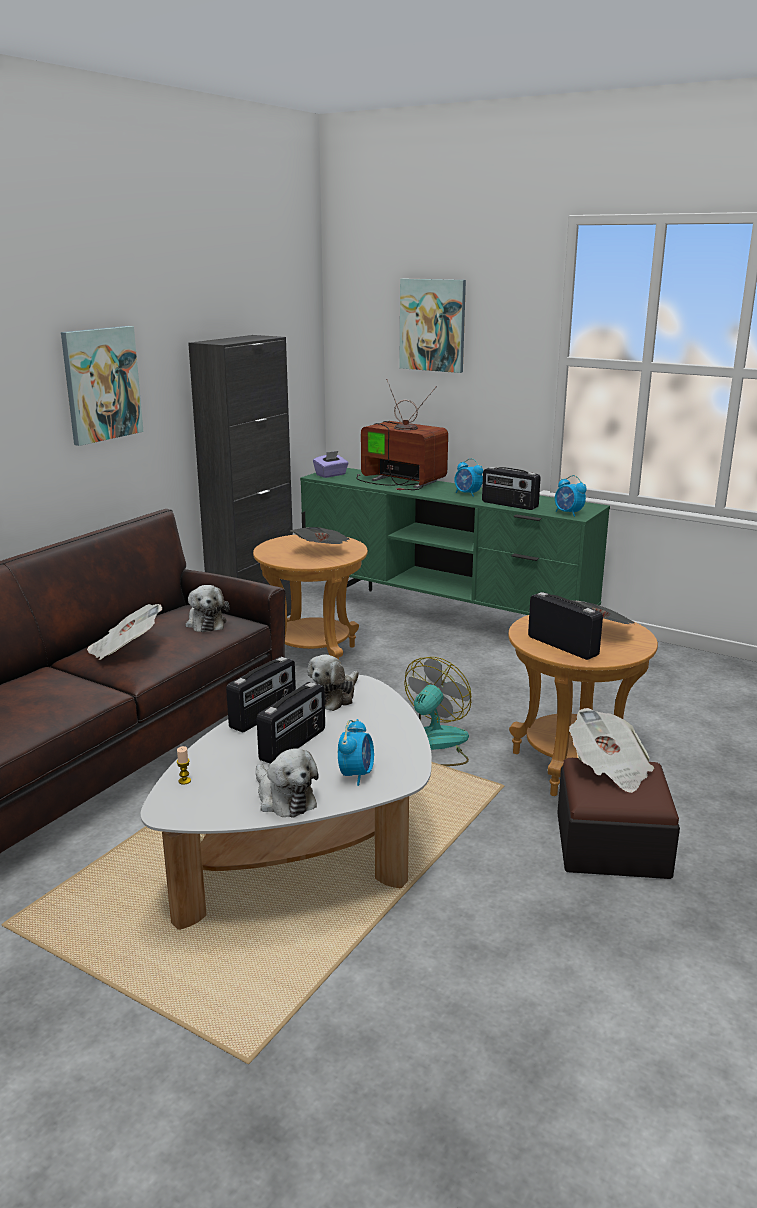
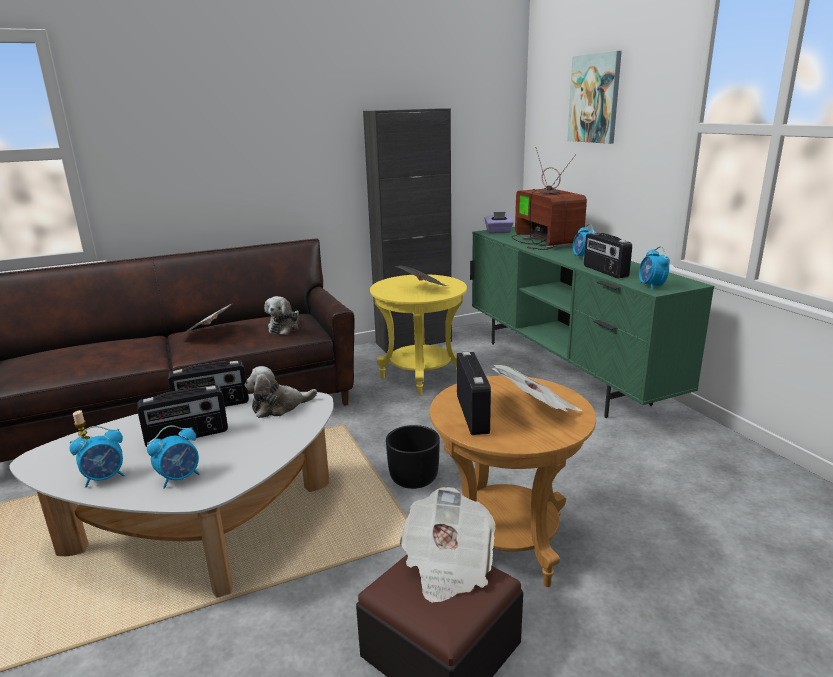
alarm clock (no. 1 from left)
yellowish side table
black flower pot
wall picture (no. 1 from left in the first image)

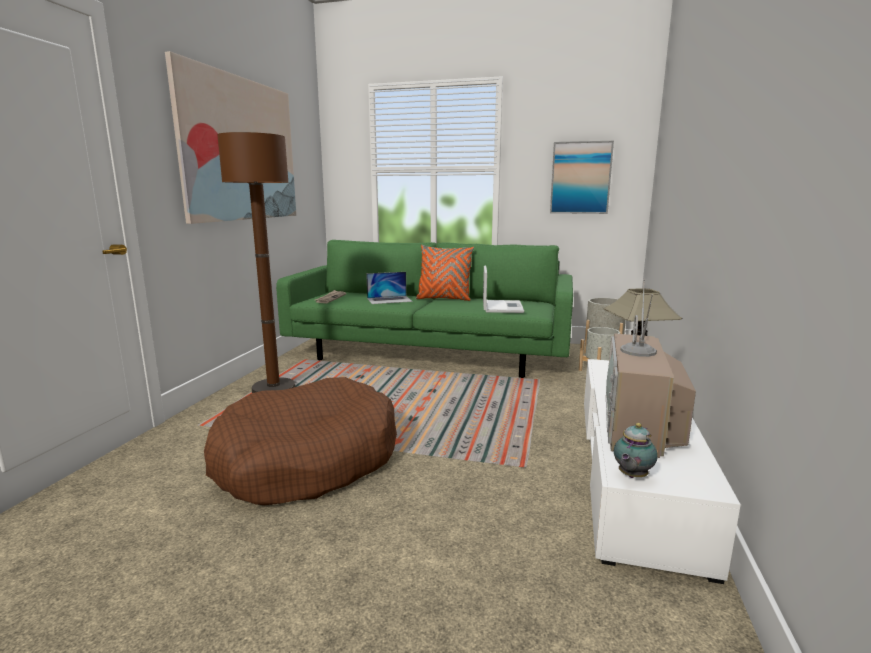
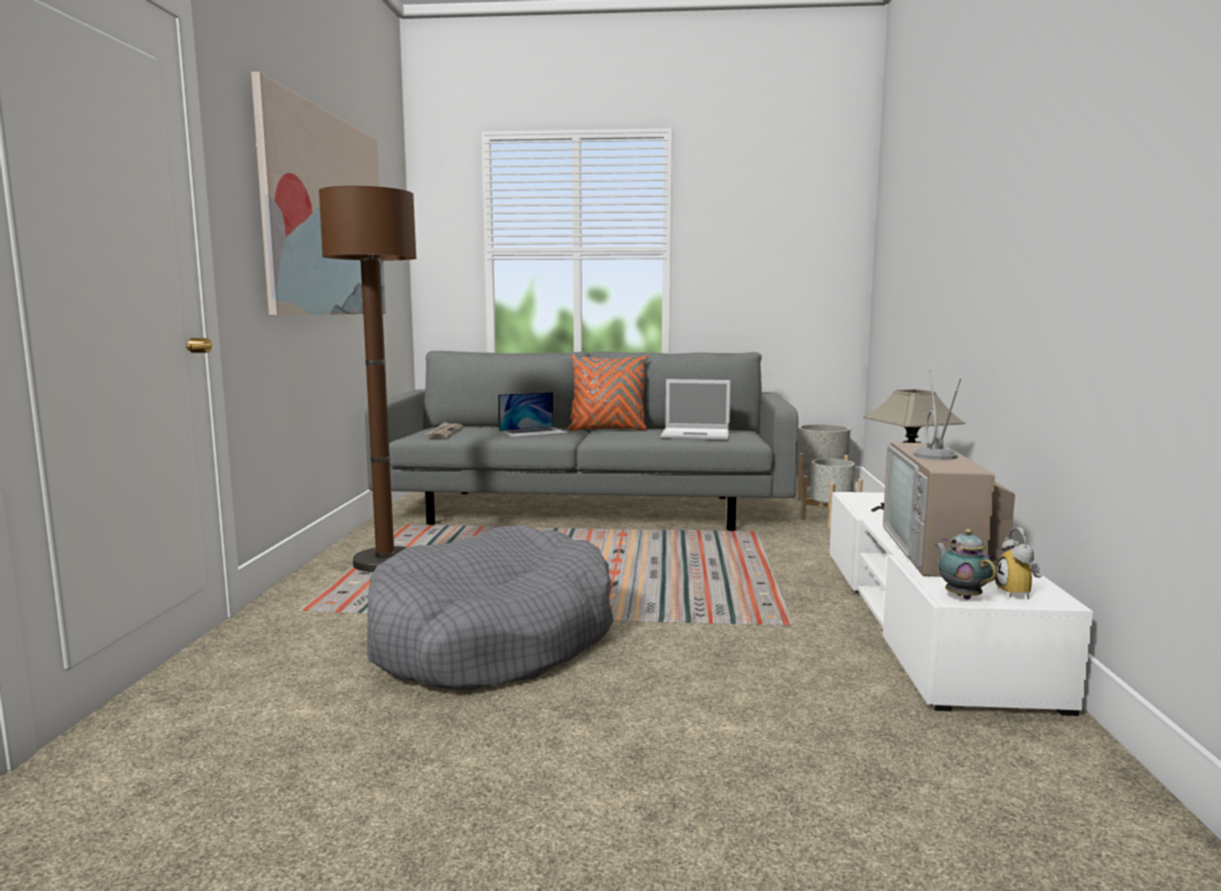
gray settee
gray dog cushion
notebook computer (no. 2 from left)
tea pot
alarm clock
wall picture (no. 2 from left in the first image)

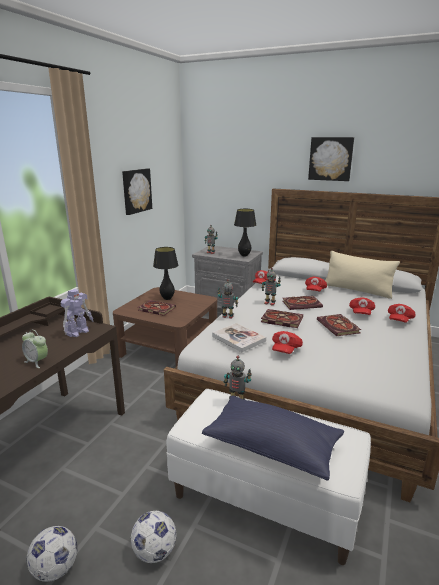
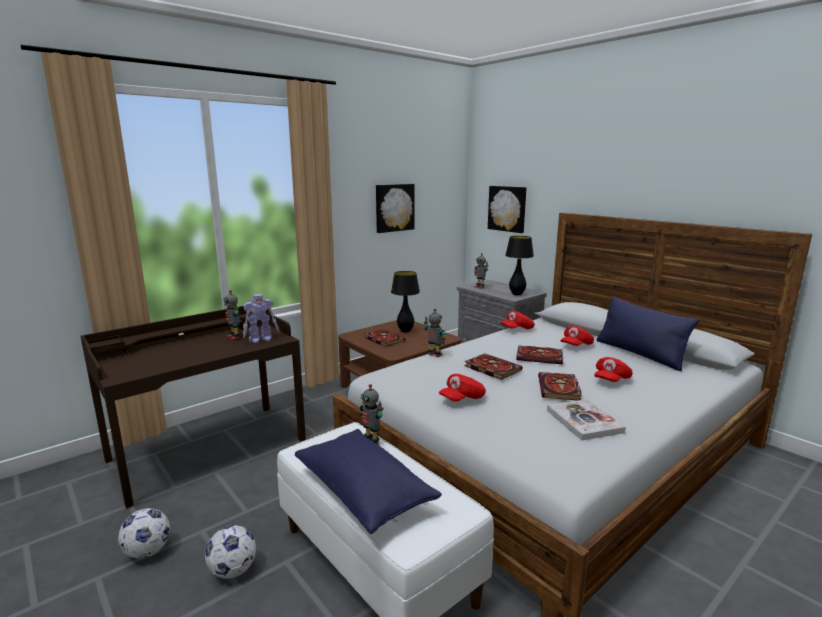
robot figure (no. 1 from left)
wall picture (no. 2 from left)
book (no. 5 from left)
blue-coloured pillow (no. 2 from left)
alarm clock
reddish cap (no. 5 from left in the first image)

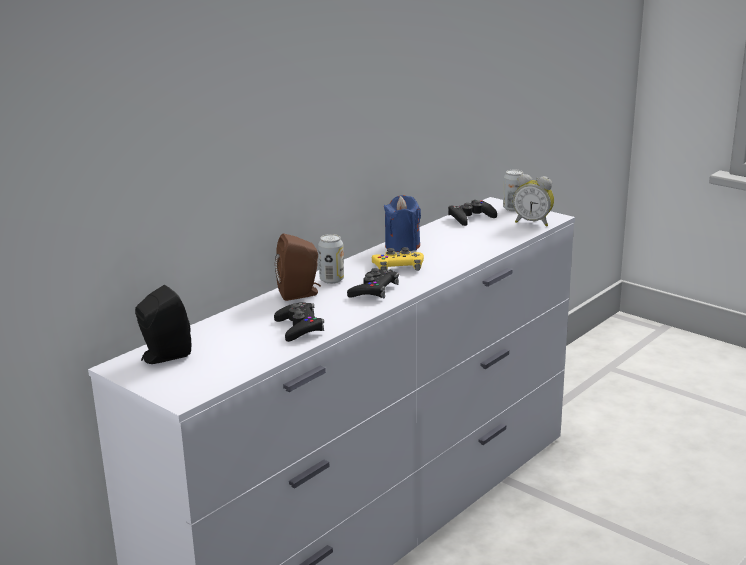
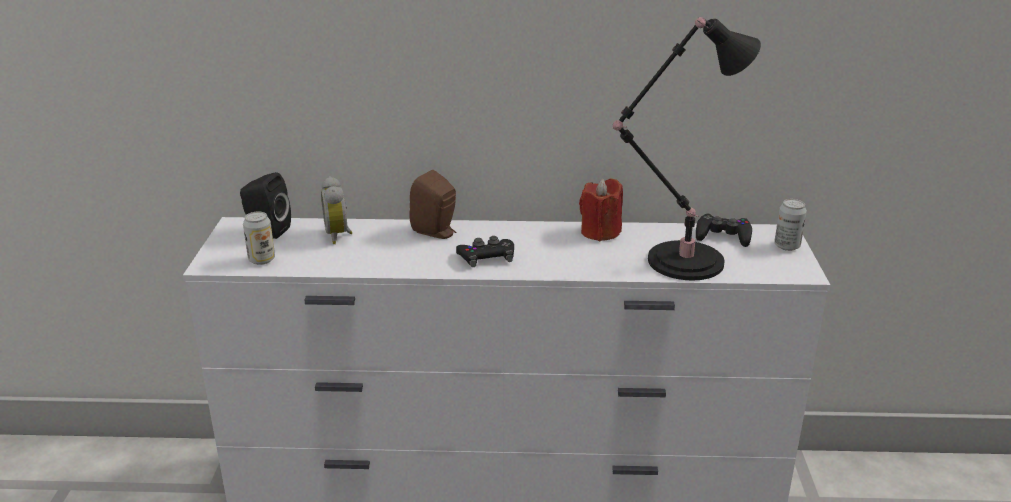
can (no. 1 from left)
alarm clock
reddish wax candle
black tabletop lamp
black gamepad (no. 1 from left in the first image)
yellowish gamepad

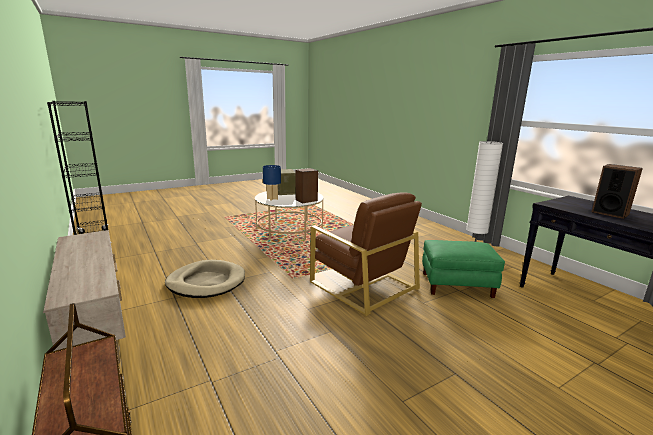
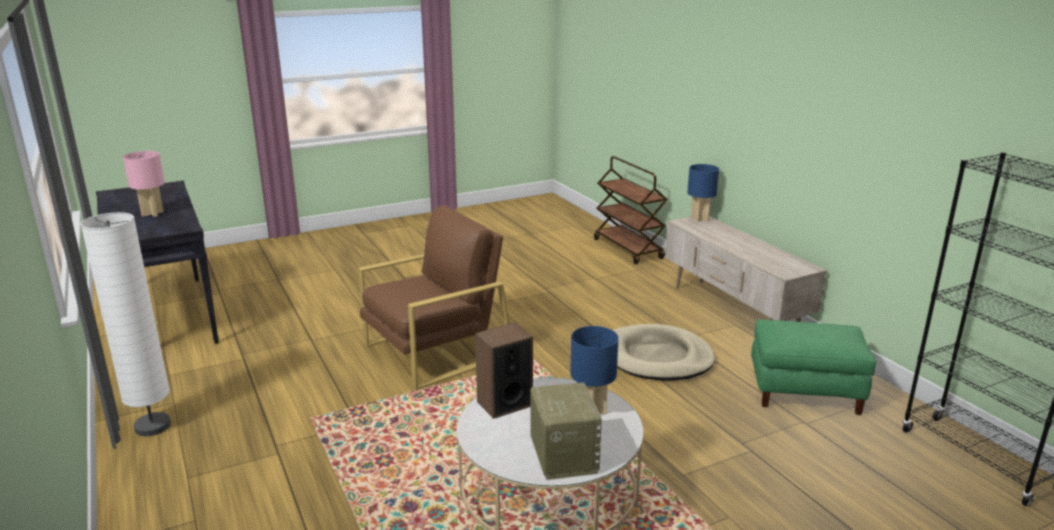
pink-coloured tabletop lamp
brownish armchair
blue-coloured tabletop lamp (no. 2 from left)
greenish pouffe

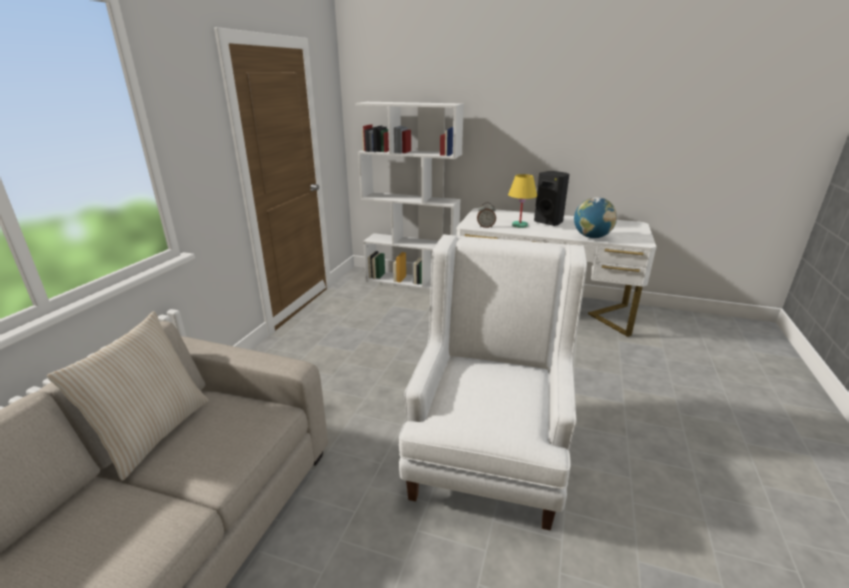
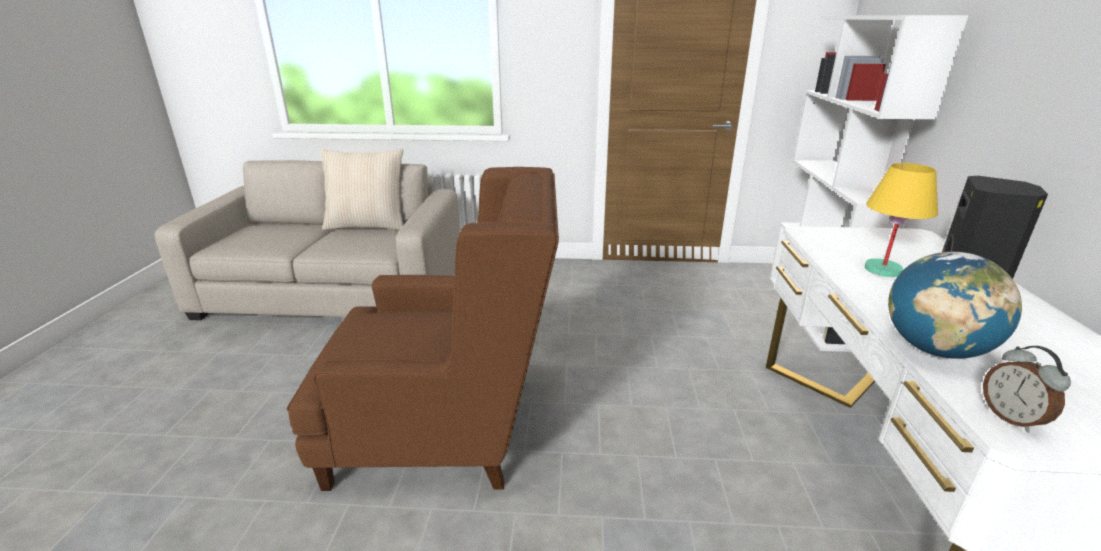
brownish armchair
alarm clock

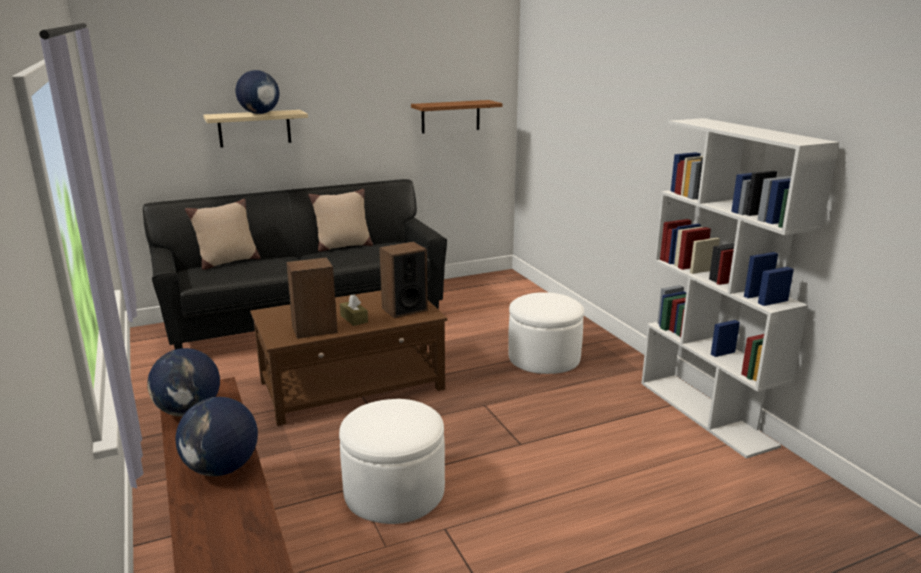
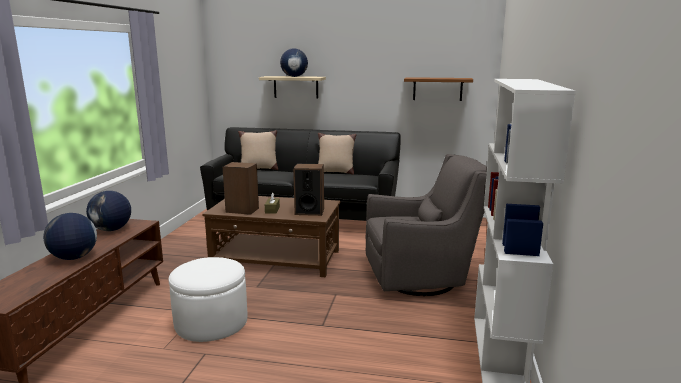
gray armchair

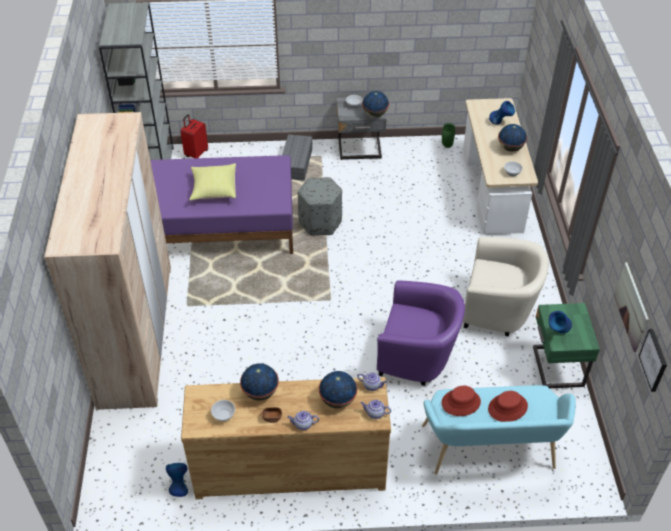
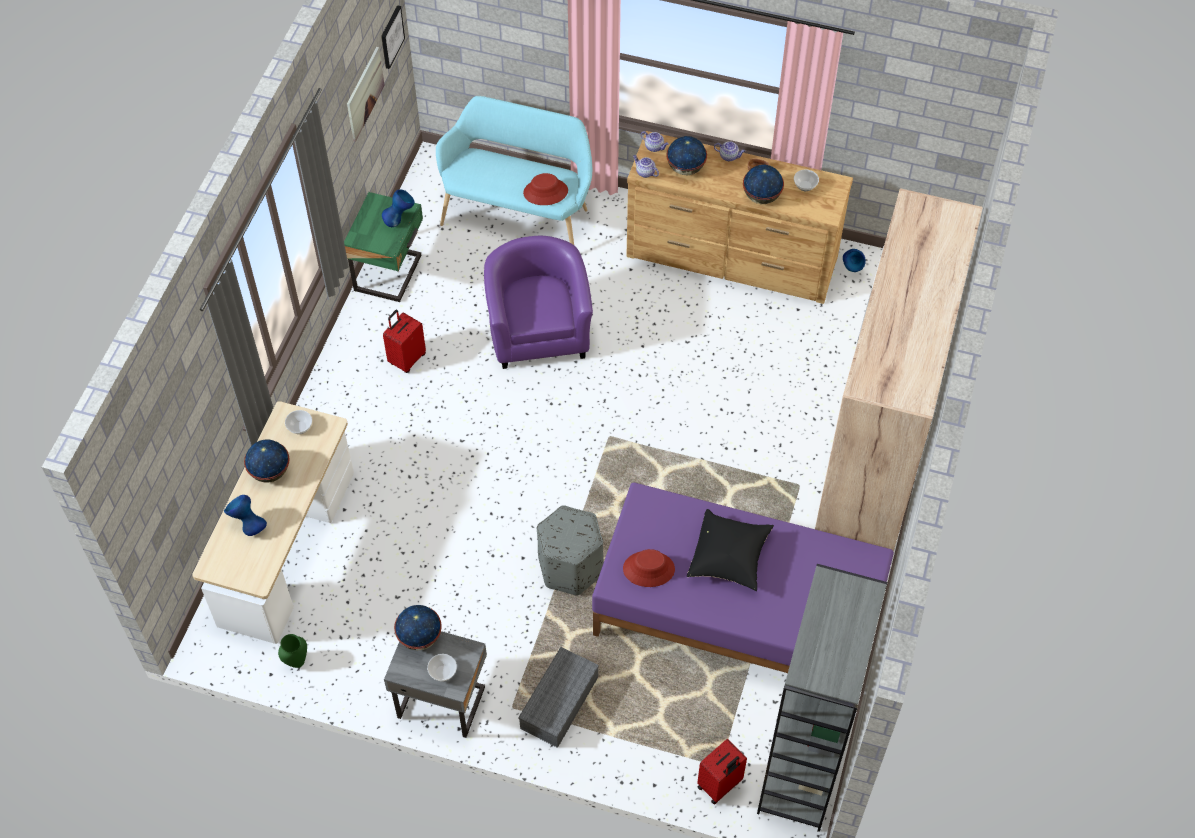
reddish travel case (no. 1 from left)
purple armchair
reddish clothing hat (no. 2 from left)
black pillow

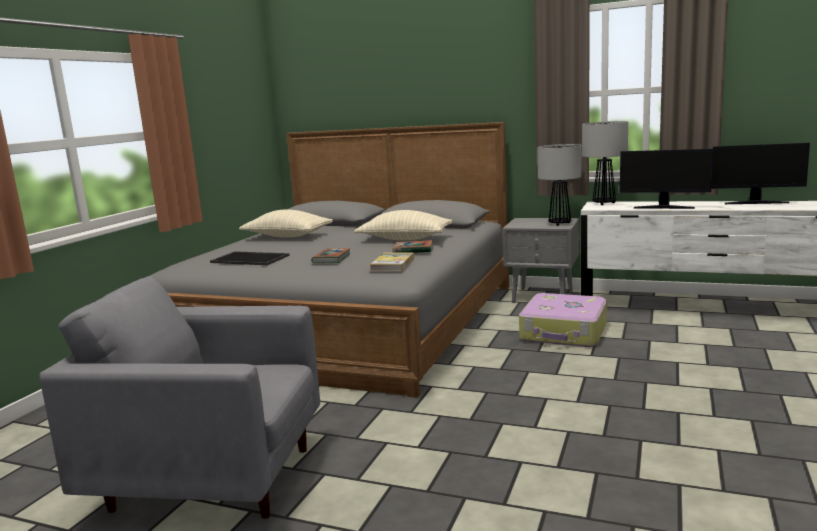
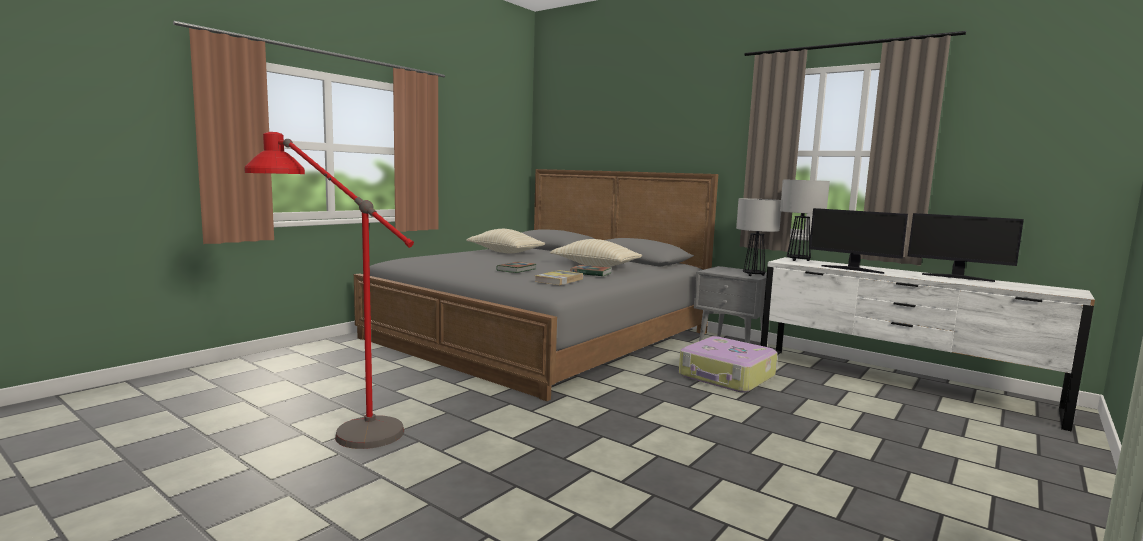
reddish standing lamp
carrying tray

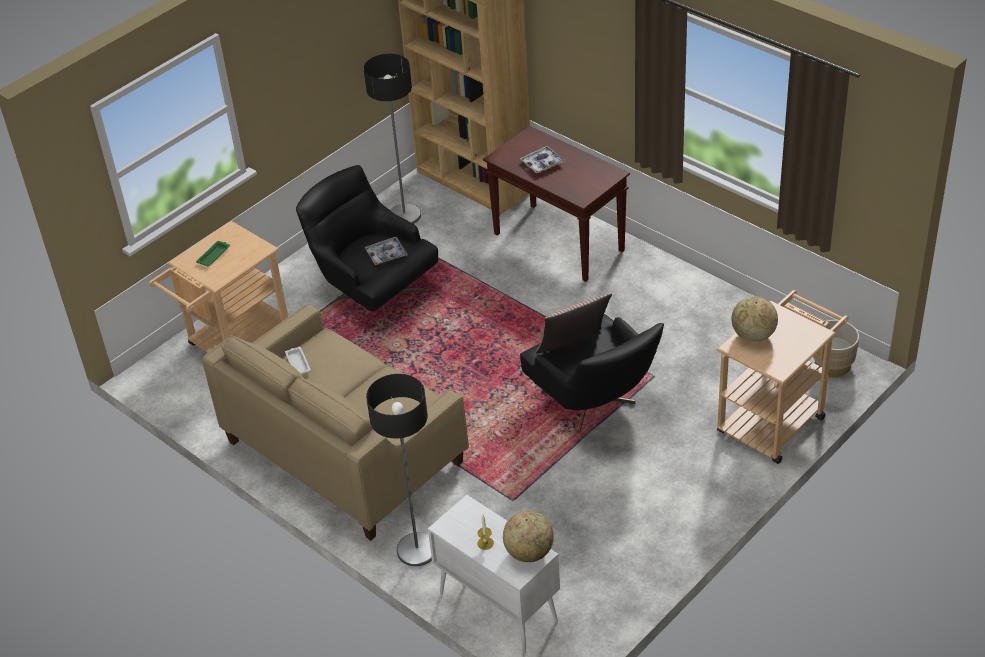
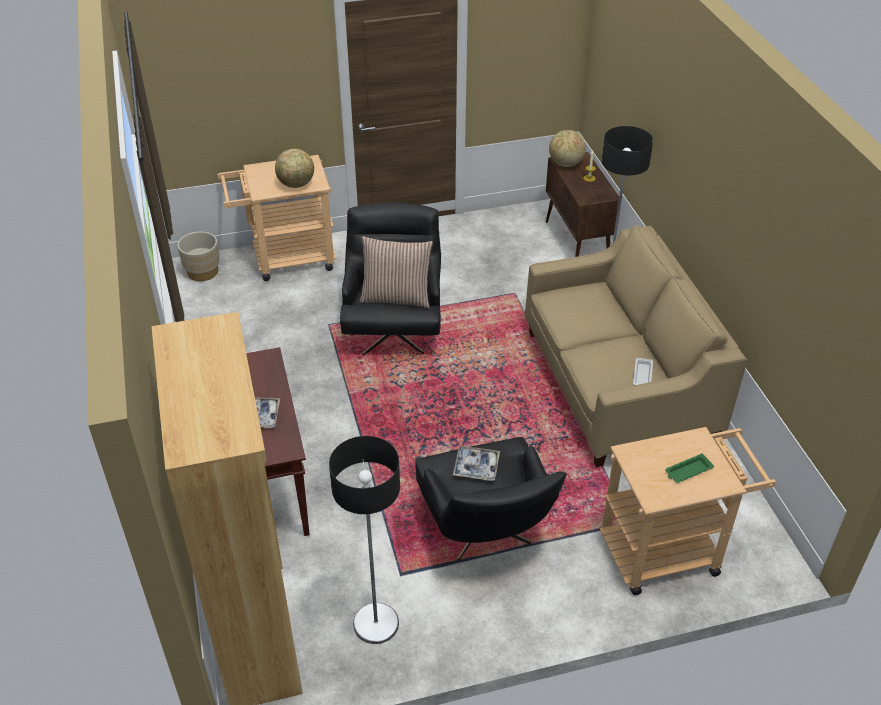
brownish cupboard

